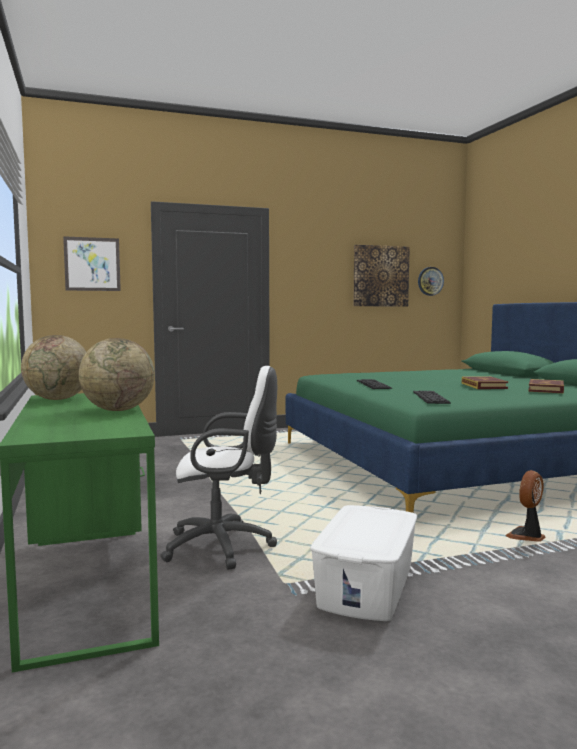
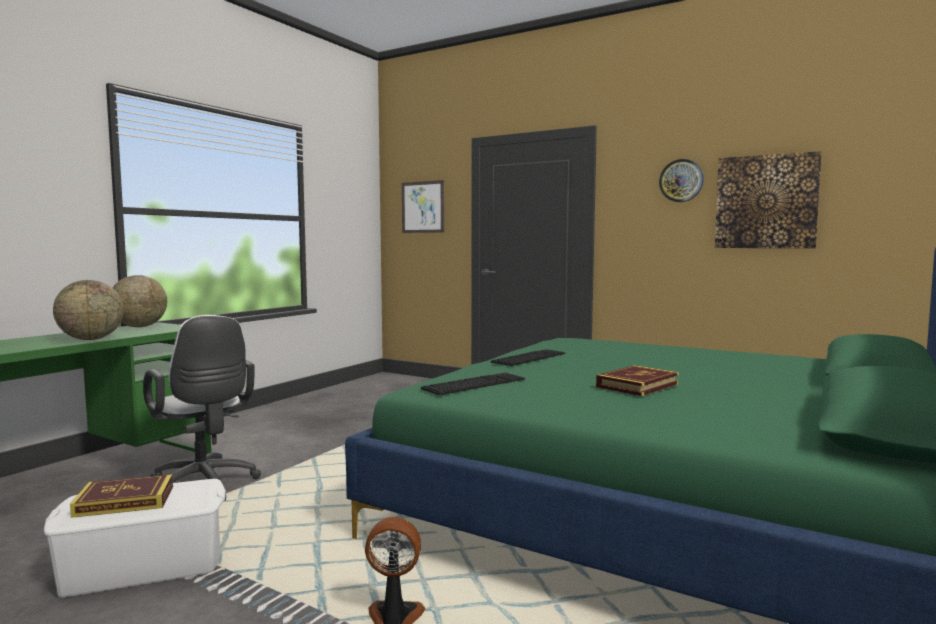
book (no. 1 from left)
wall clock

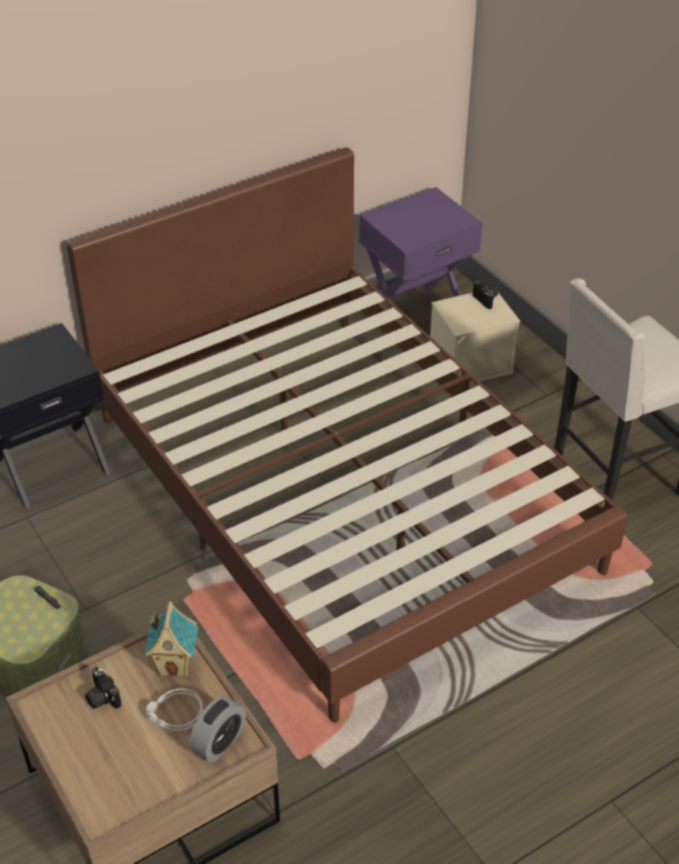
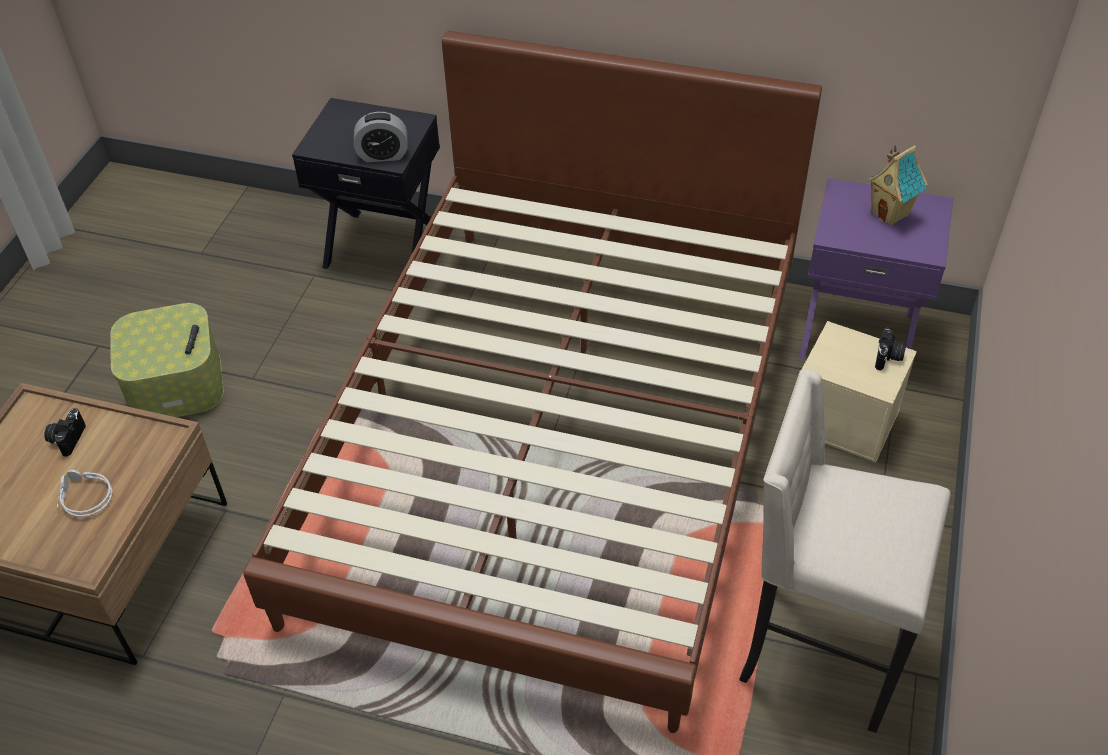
alarm clock
toy house

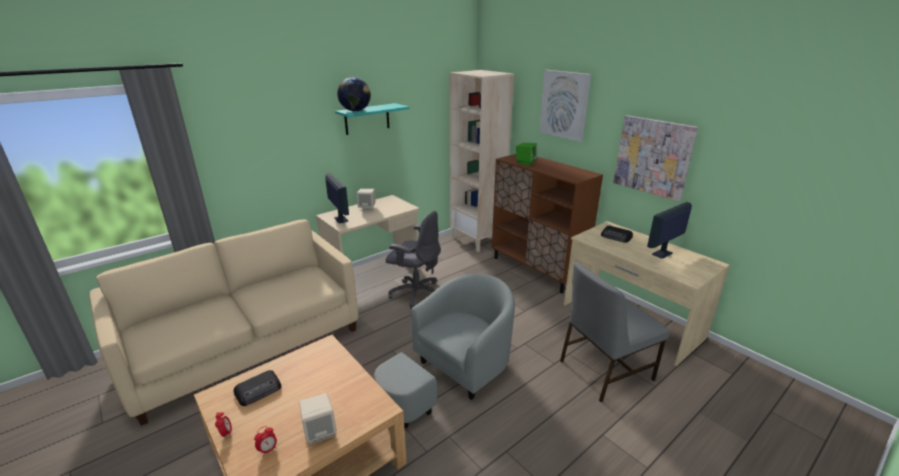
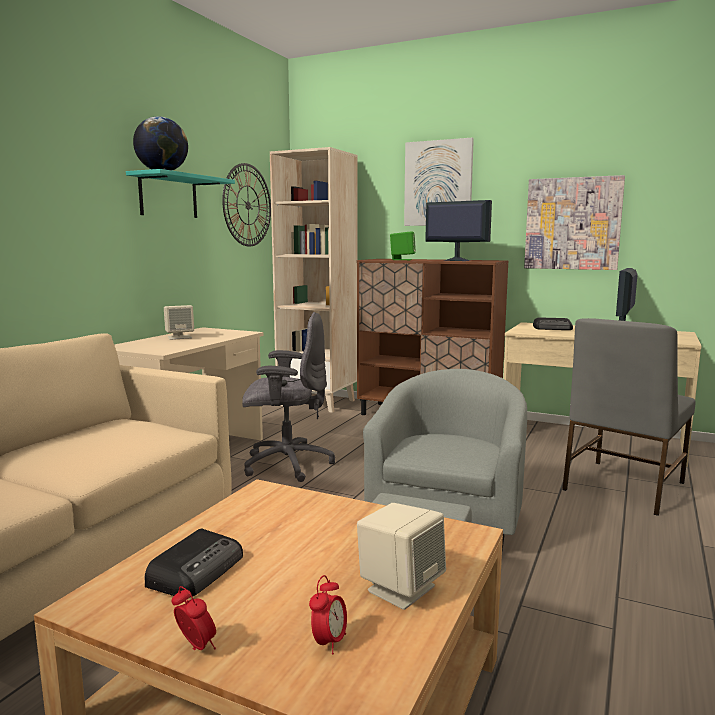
wall clock
computer screen (no. 1 from left)

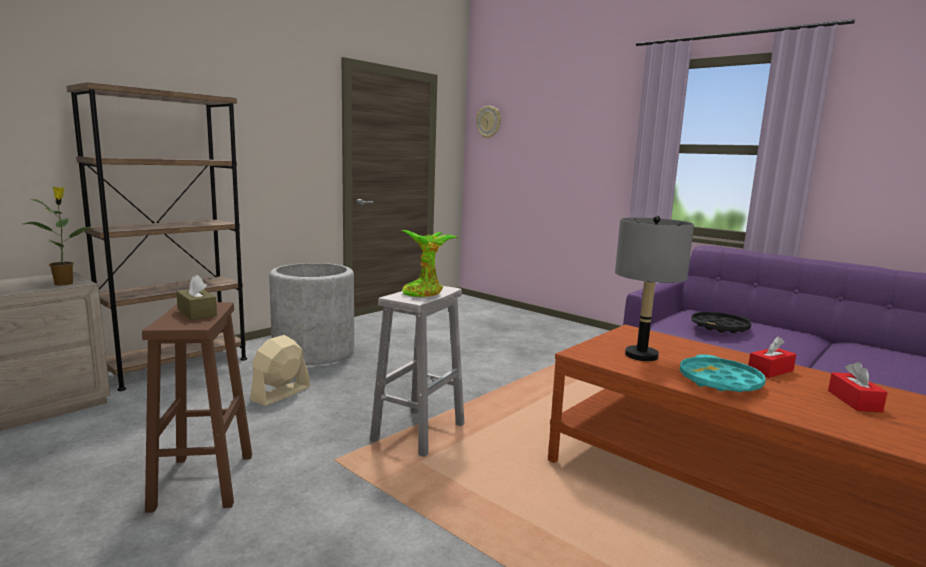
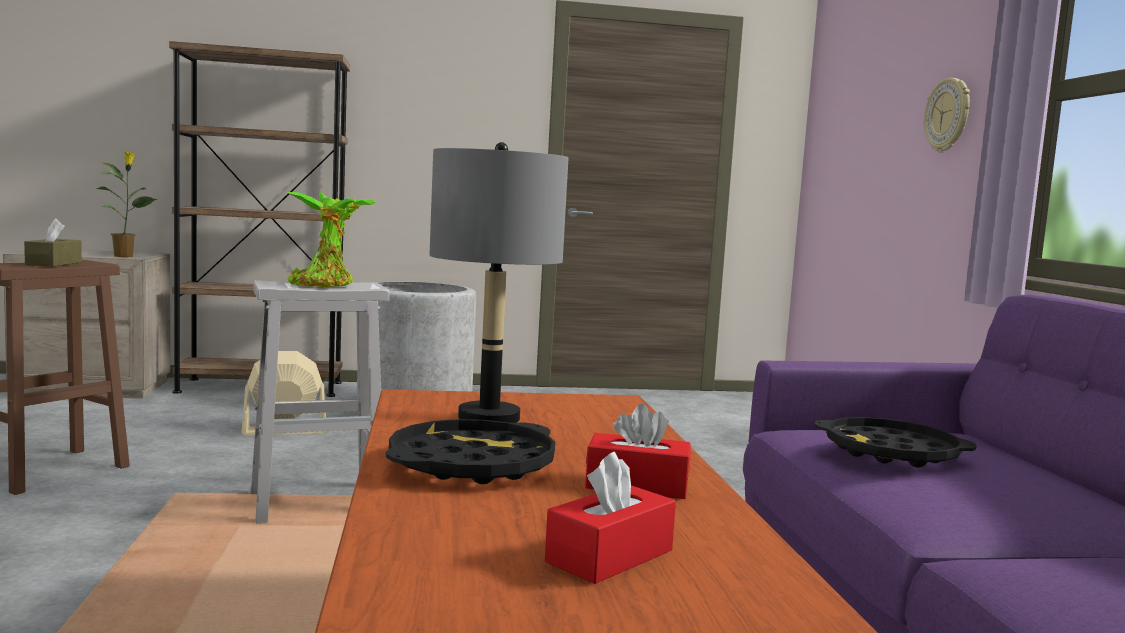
black carrying tray (no. 1 from left)
wall clock

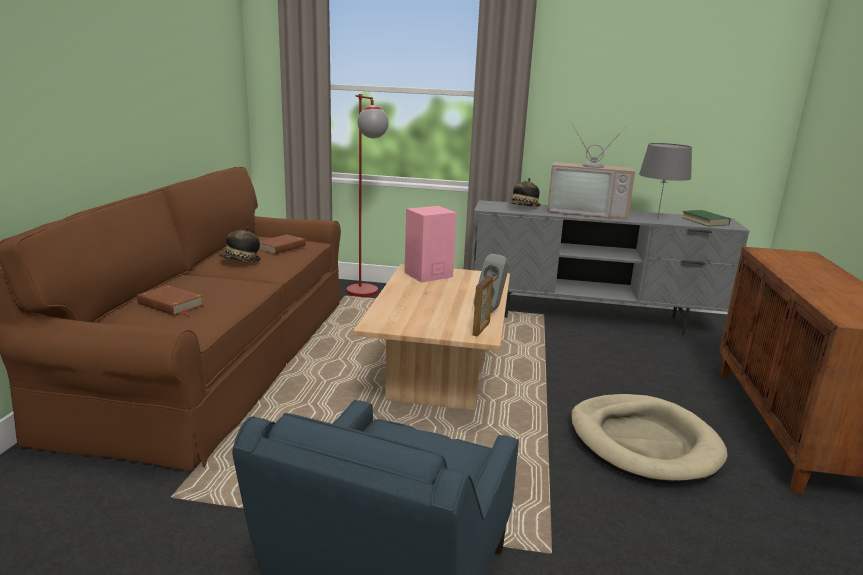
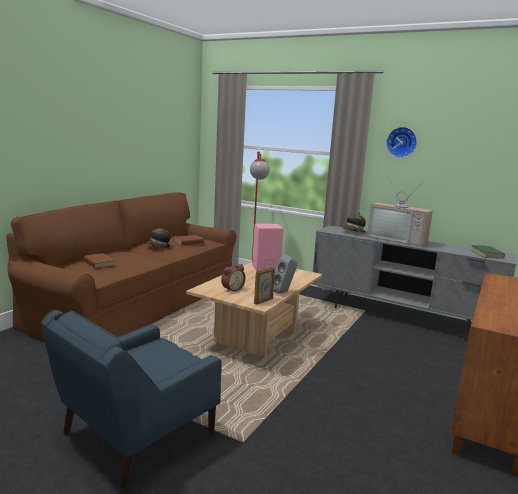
alarm clock
wall clock
sand-coloured dog cushion
gray tabletop lamp

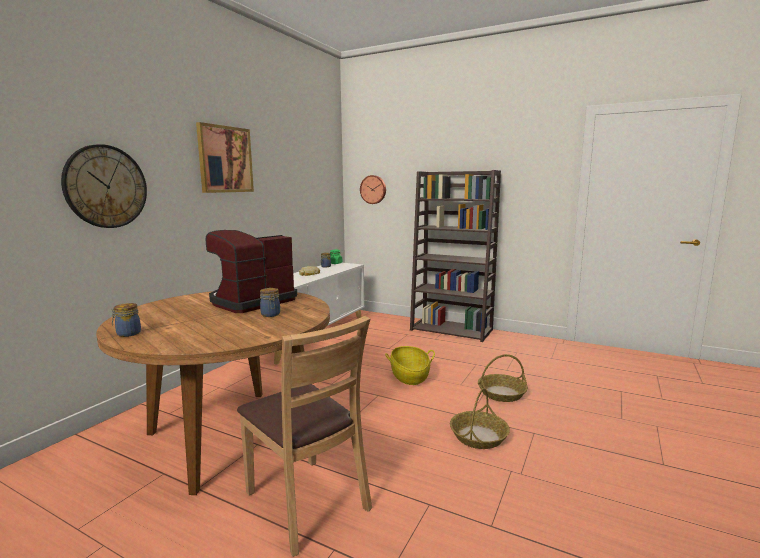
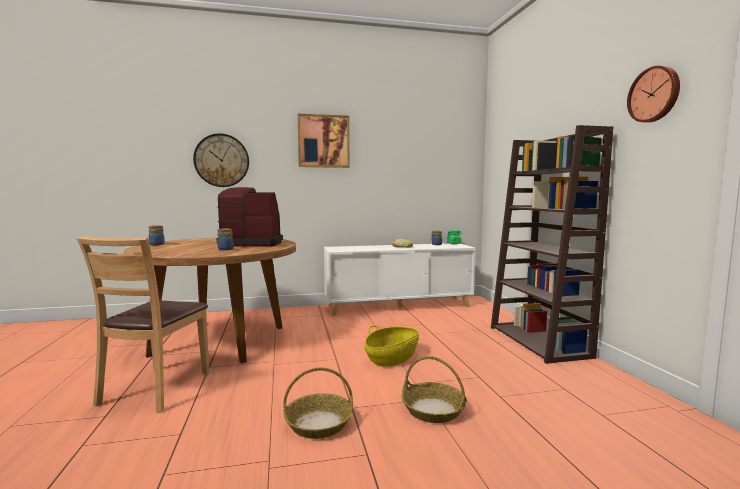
wall clock (no. 2 from left)

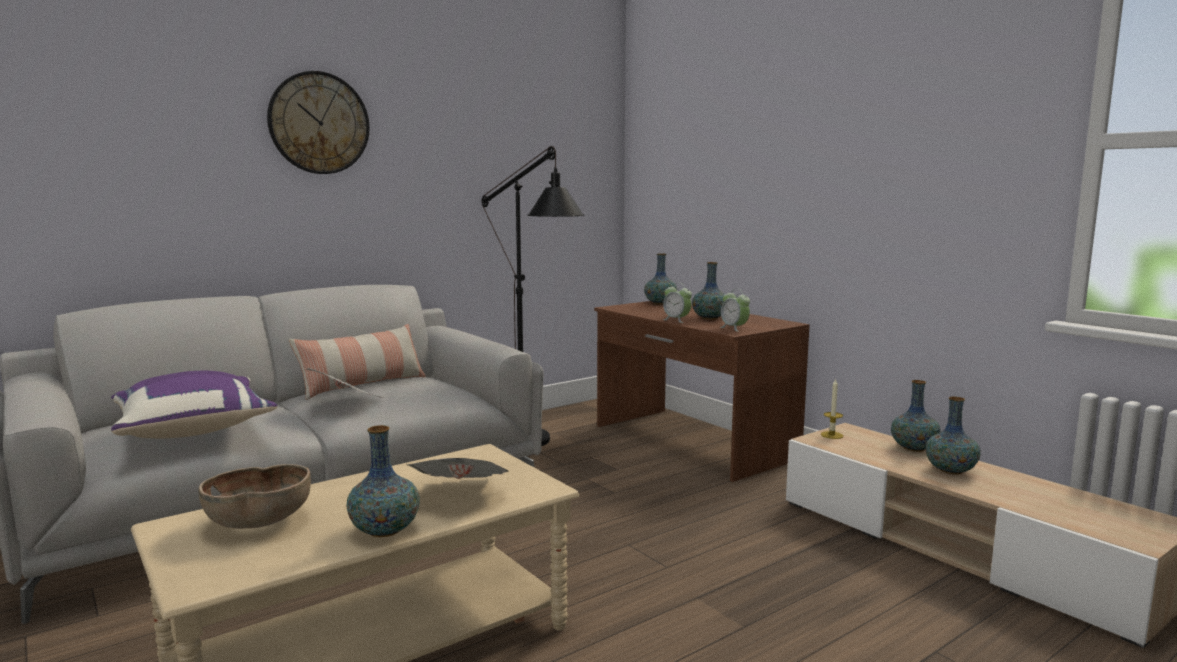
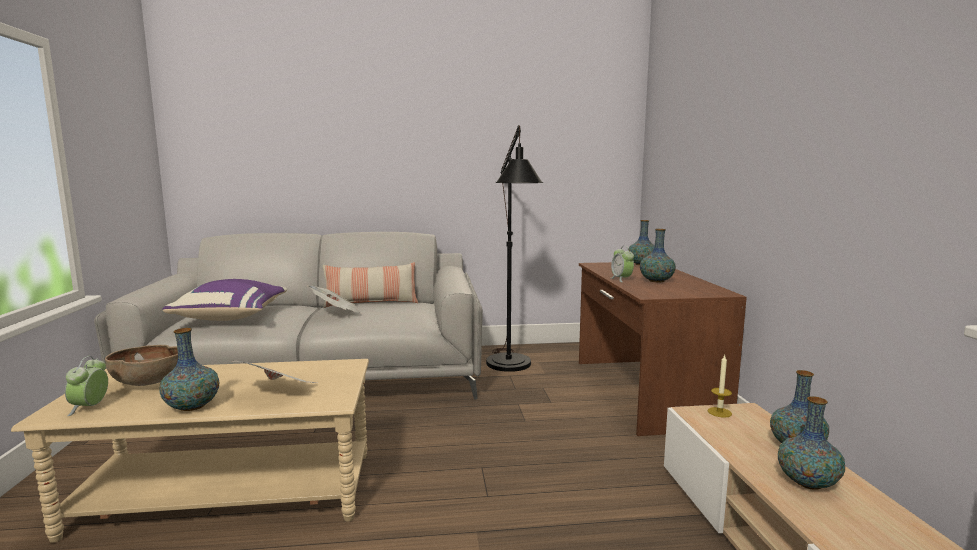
alarm clock (no. 1 from left)
wall clock

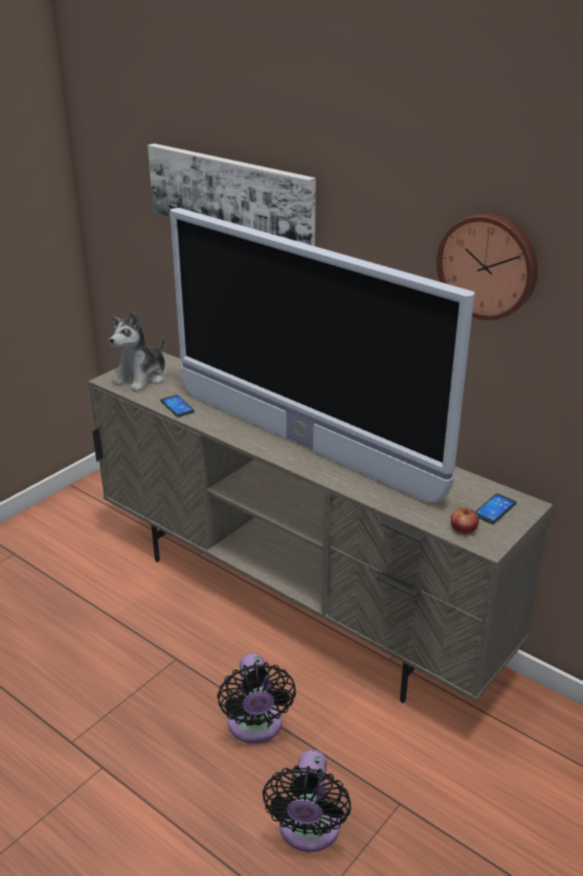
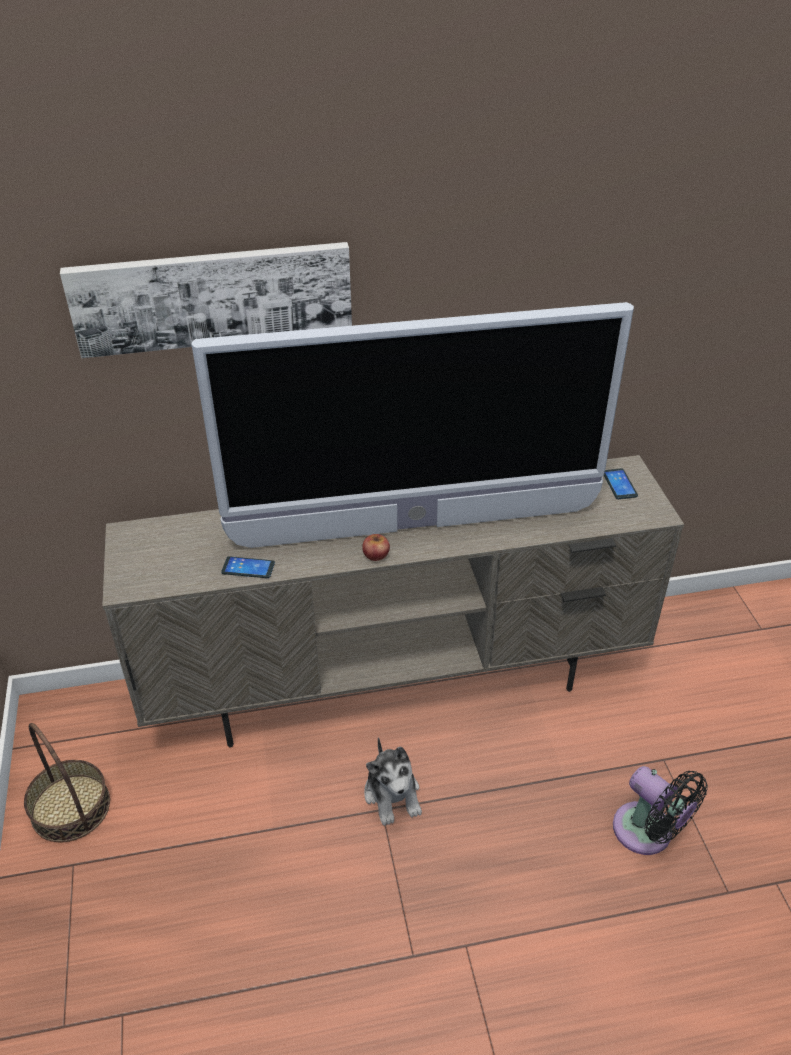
basket
whole apple
plush toy
black cooling fan (no. 1 from left in the first image)
wall clock

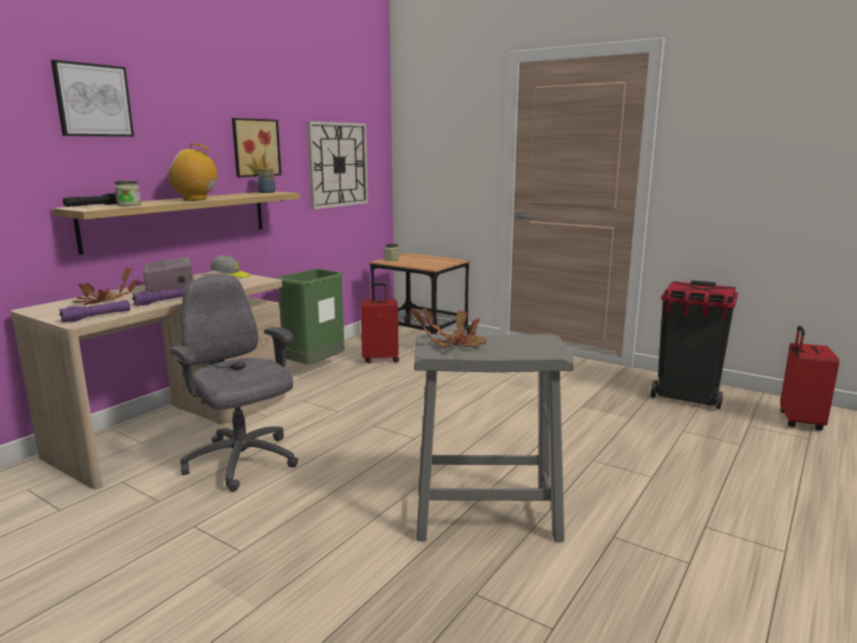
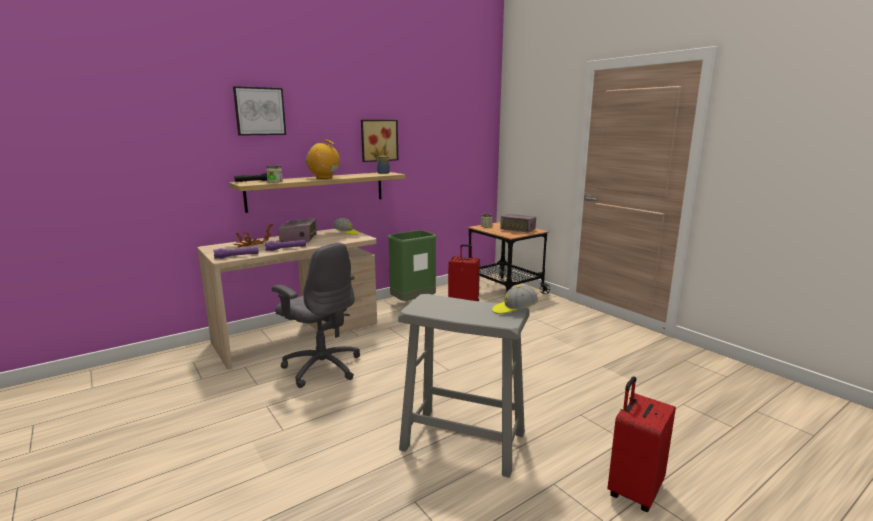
gray computer chair
cap (no. 2 from left)
radio set (no. 3 from left)
reddish travel case (no. 2 from left)
wall clock
plant in a pot (no. 2 from left in the first image)
black trash can

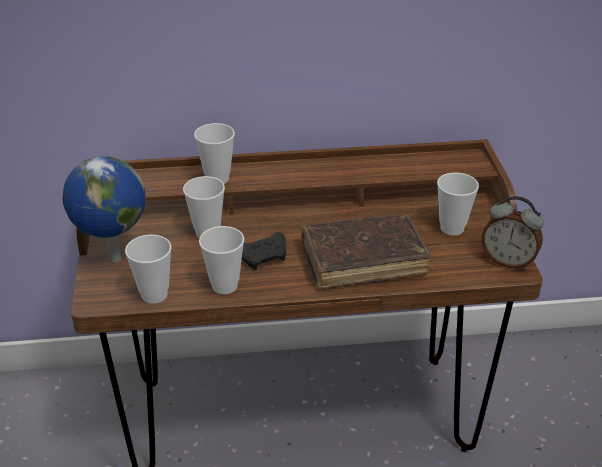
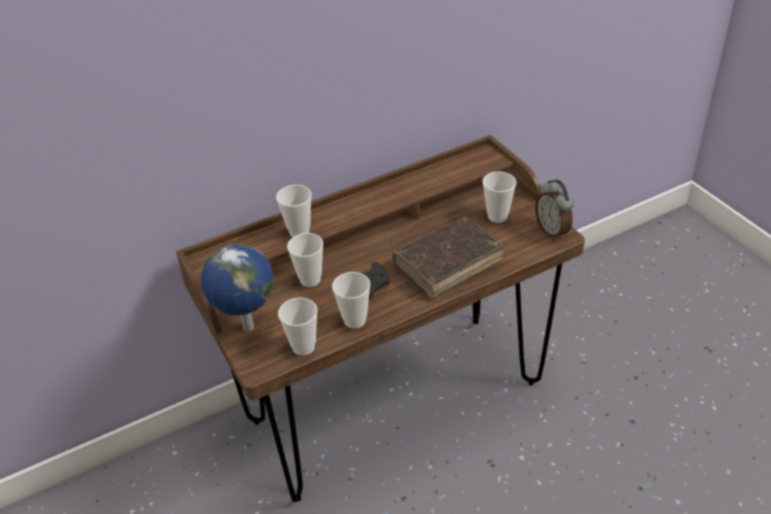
alarm clock

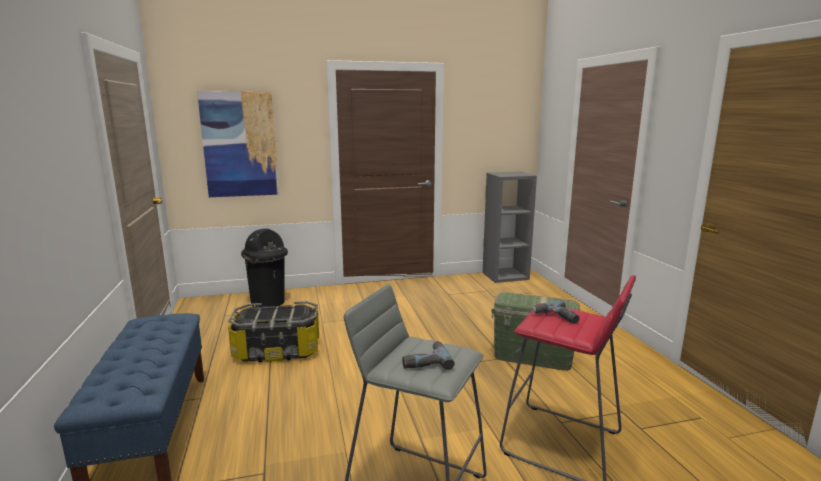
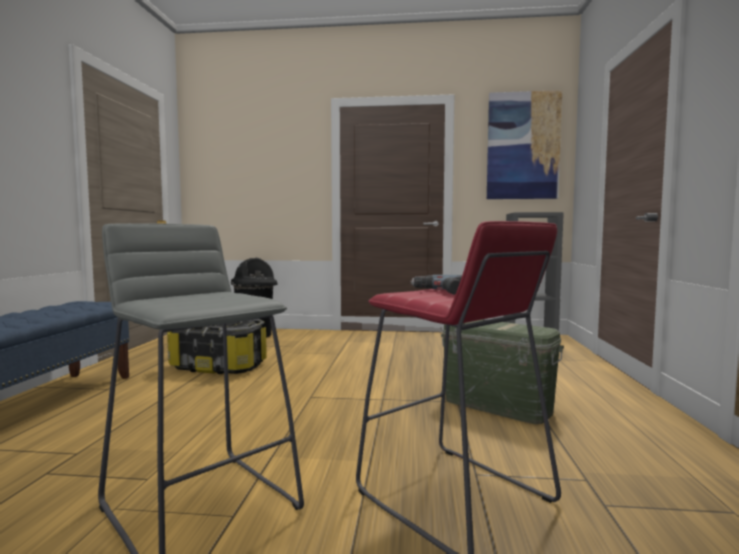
wall picture
drill (no. 1 from left in the first image)

